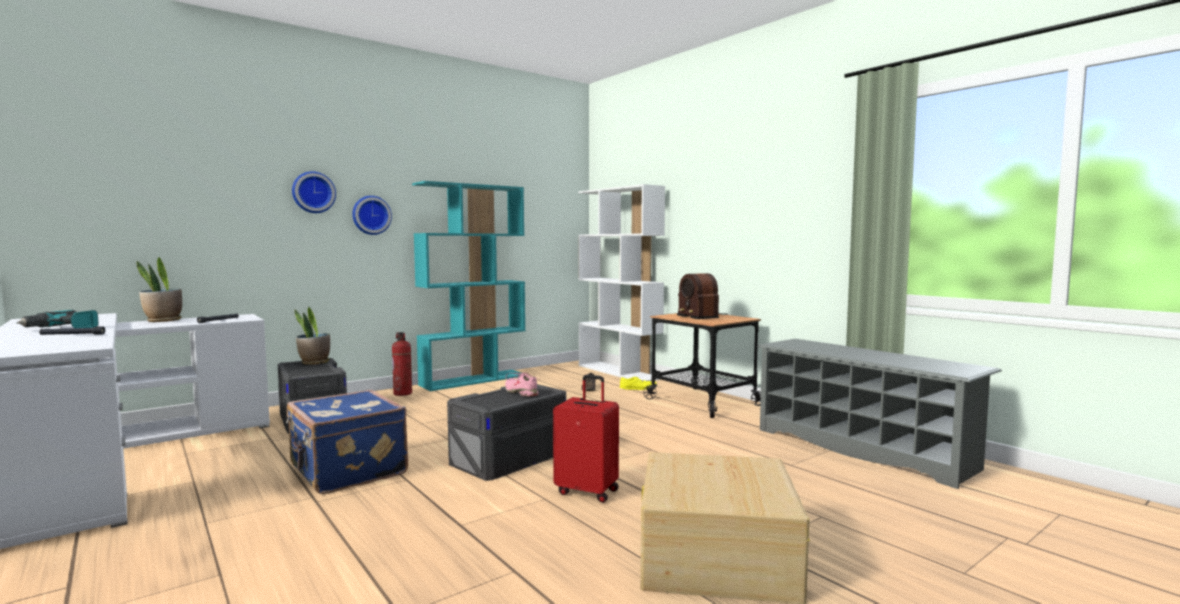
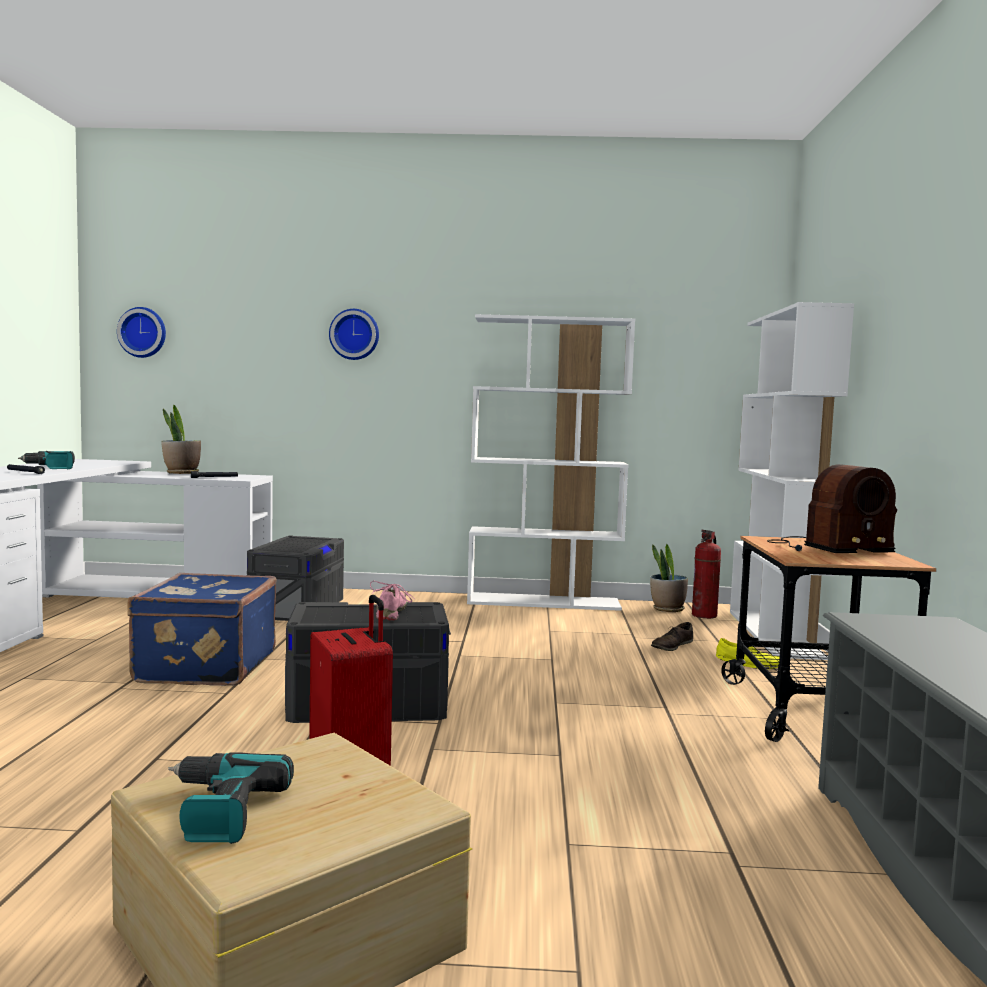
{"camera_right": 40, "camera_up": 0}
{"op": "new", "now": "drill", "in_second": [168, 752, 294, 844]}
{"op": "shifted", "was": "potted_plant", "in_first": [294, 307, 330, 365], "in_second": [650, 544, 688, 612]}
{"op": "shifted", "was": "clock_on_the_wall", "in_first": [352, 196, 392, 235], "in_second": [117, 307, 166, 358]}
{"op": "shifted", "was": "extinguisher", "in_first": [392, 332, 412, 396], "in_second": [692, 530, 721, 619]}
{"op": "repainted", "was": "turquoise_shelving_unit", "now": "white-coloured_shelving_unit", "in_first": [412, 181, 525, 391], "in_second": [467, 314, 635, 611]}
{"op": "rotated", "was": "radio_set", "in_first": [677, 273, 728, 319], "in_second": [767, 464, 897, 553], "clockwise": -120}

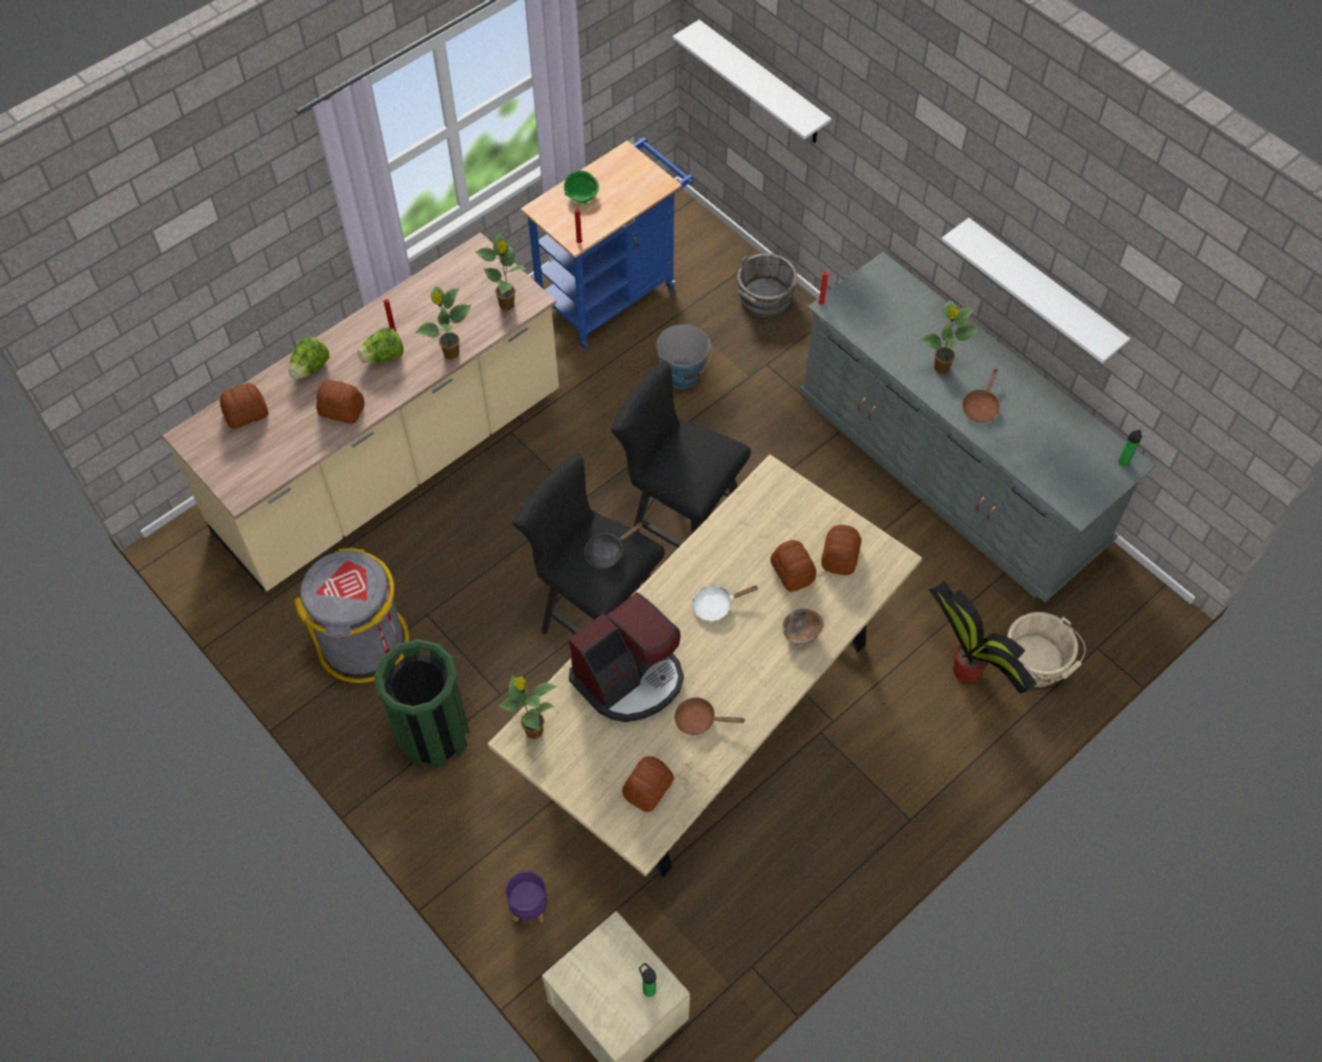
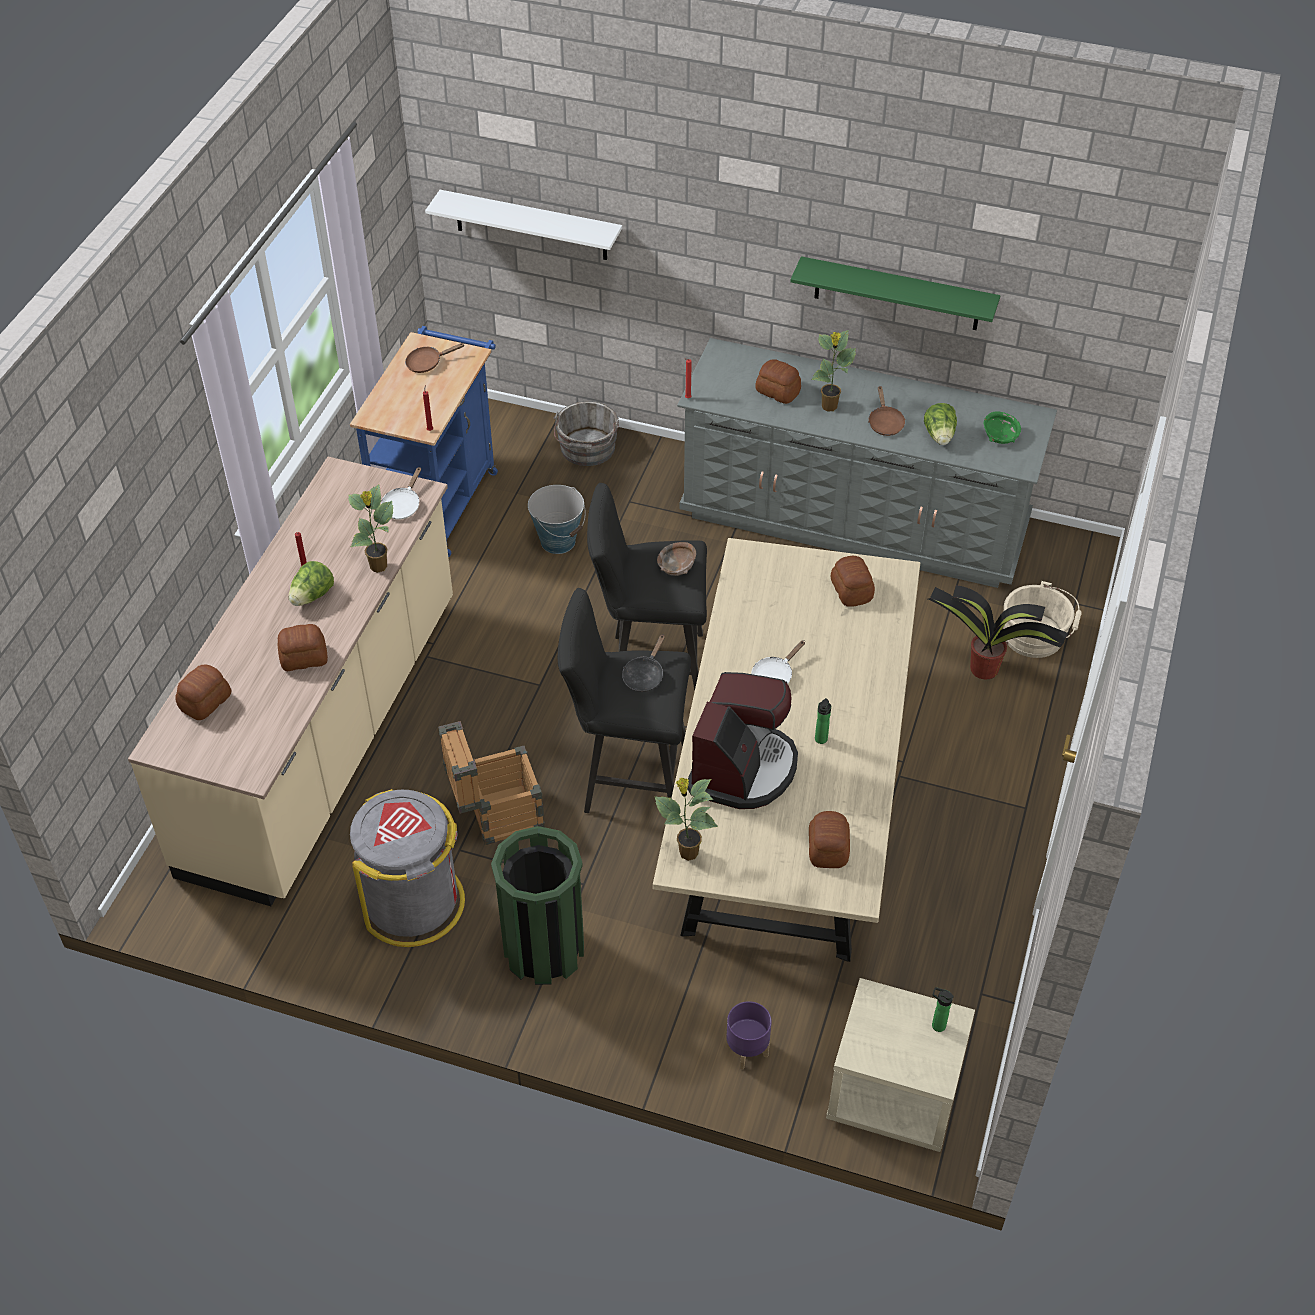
{"camera_right": -30, "camera_up": -10}
{"op": "new", "now": "shipping_crate", "in_second": [438, 721, 545, 845]}
{"op": "shifted", "was": "lettuce", "in_first": [289, 337, 329, 379], "in_second": [924, 403, 957, 445]}
{"op": "shifted", "was": "green_bowl", "in_first": [564, 171, 599, 204], "in_second": [984, 411, 1021, 444]}
{"op": "shifted", "was": "brown-coloured_pan", "in_first": [674, 697, 746, 735], "in_second": [405, 343, 465, 373]}
{"op": "shifted", "was": "bakery_bread", "in_first": [770, 540, 816, 592], "in_second": [755, 359, 801, 404]}
{"op": "shifted", "was": "brown-coloured_bowl", "in_first": [783, 608, 824, 646], "in_second": [657, 542, 696, 576]}
{"op": "shifted", "was": "bottle", "in_first": [1118, 430, 1142, 467], "in_second": [815, 698, 831, 744]}
{"op": "swapped", "was": "potted_plant", "now": "white-coloured_pan", "in_first": [475, 233, 527, 310], "in_second": [381, 467, 421, 520]}
{"op": "repainted", "was": "white-coloured_wall_shelf", "now": "green_wall_shelf", "in_first": [941, 218, 1130, 363], "in_second": [790, 256, 1000, 330]}

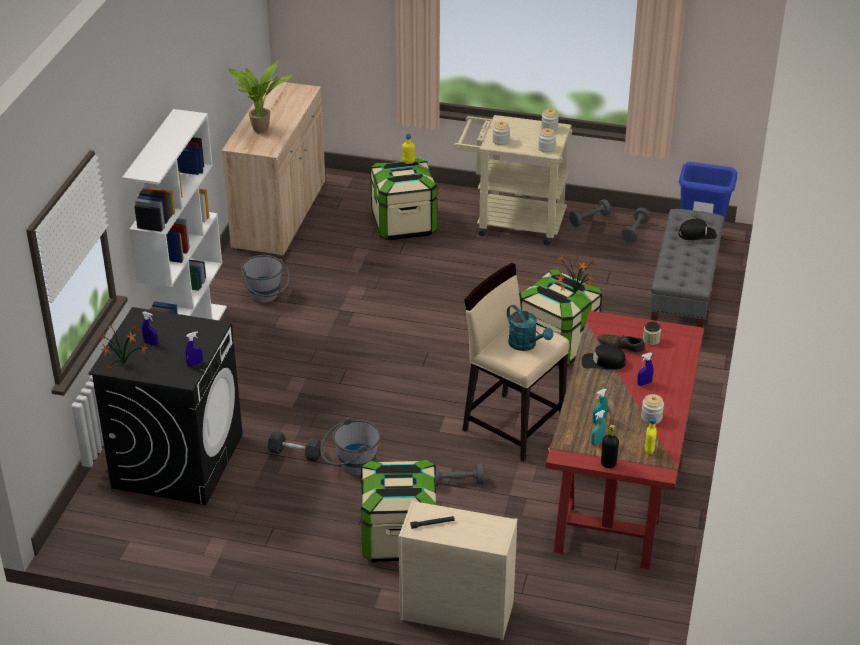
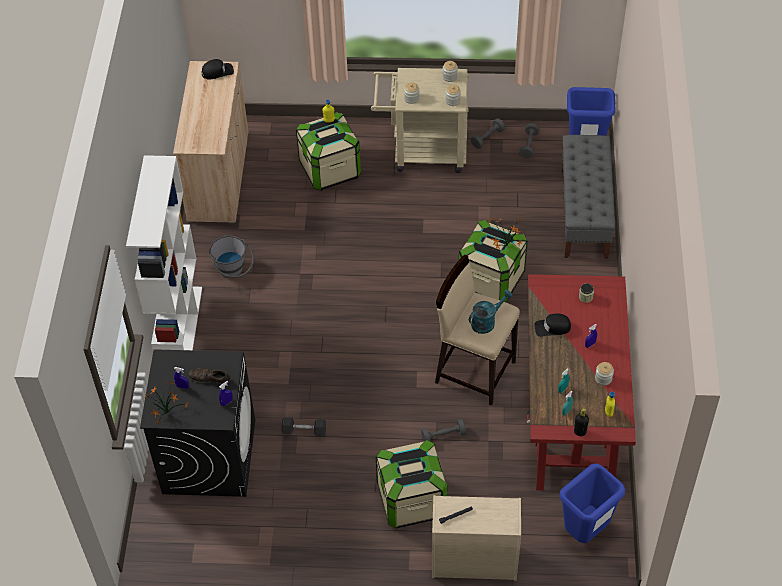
{"camera_right": -10, "camera_up": 15}
{"op": "gone", "was": "potted_plant", "in_first": [228, 60, 293, 133]}
{"op": "gone", "was": "greyish_pail", "in_first": [320, 417, 381, 476]}
{"op": "new", "now": "blue_trash_can", "in_second": [559, 463, 625, 543]}
{"op": "shifted", "was": "brown-coloured_low_shoe", "in_first": [598, 334, 645, 354], "in_second": [188, 368, 230, 384]}
{"op": "shifted", "was": "blackish_peaked_cap", "in_first": [678, 219, 717, 240], "in_second": [202, 59, 234, 80]}
{"op": "rotated", "was": "turquoise_sprinkling_can", "in_first": [507, 305, 553, 351], "in_second": [469, 289, 513, 334], "clockwise": -75}

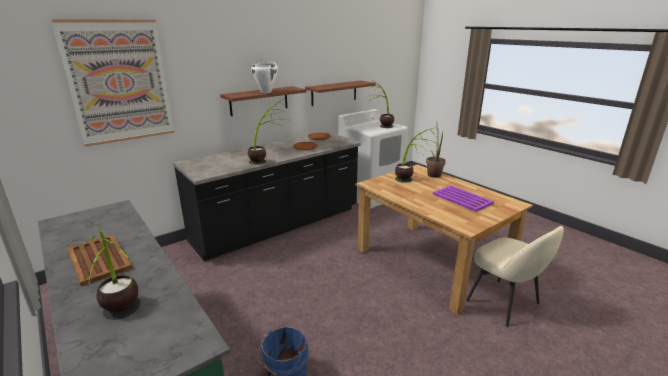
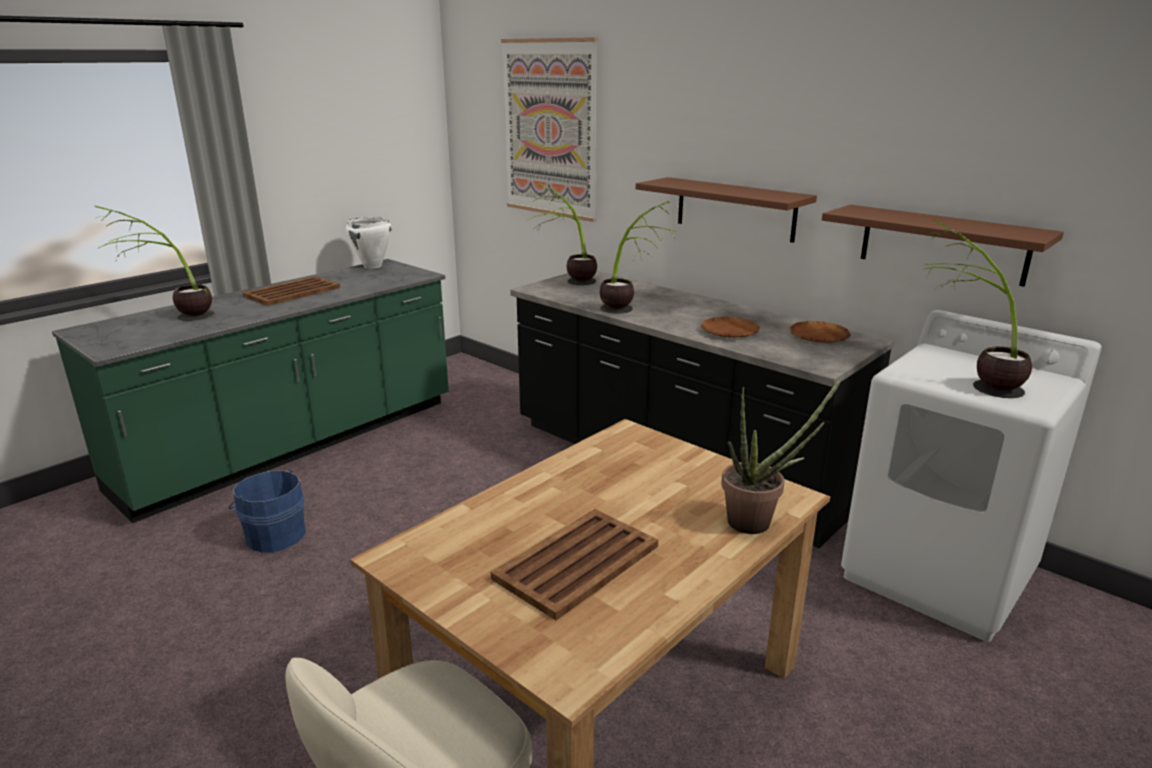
{"camera_right": 80, "camera_up": 0}
{"op": "shifted", "was": "white-coloured_saucepot", "in_first": [251, 62, 278, 93], "in_second": [346, 217, 392, 269]}
{"op": "shifted", "was": "potted_plant", "in_first": [395, 128, 437, 183], "in_second": [528, 183, 597, 285]}
{"op": "repainted", "was": "purple_tray", "now": "brown-coloured_tray", "in_first": [433, 185, 494, 212], "in_second": [491, 509, 658, 620]}

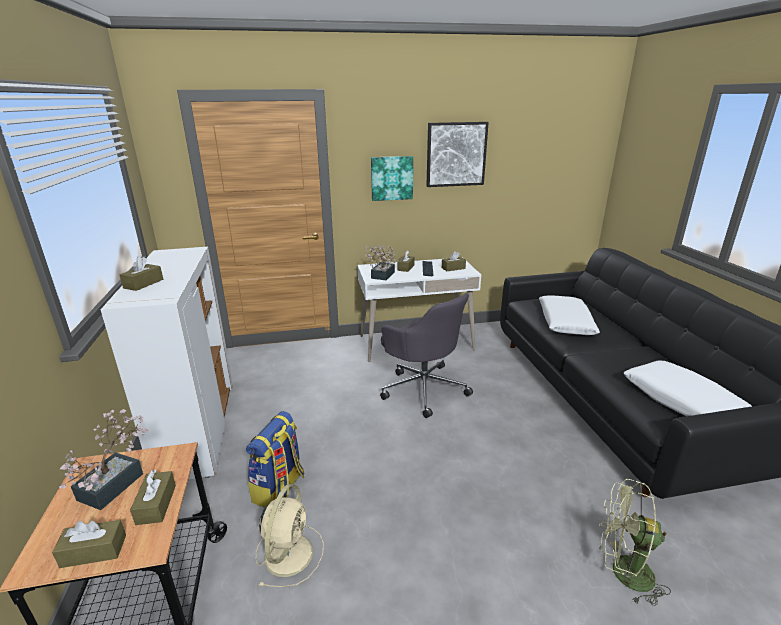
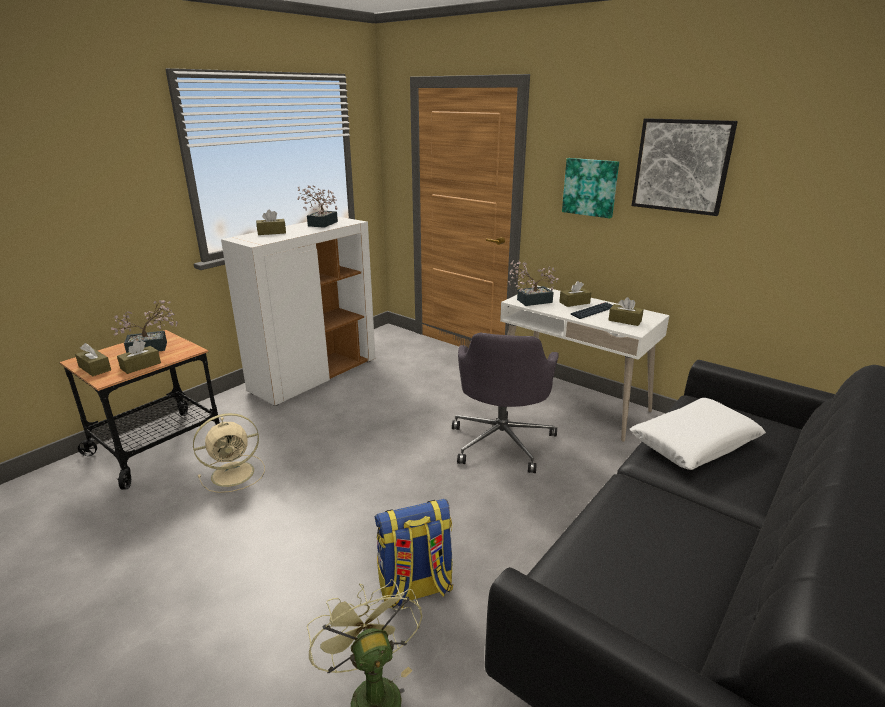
{"camera_right": 50, "camera_up": 0}
{"op": "gone", "was": "white-coloured_pillow", "in_first": [624, 360, 752, 416]}
{"op": "new", "now": "potted_plant", "in_second": [297, 185, 338, 228]}
{"op": "shifted", "was": "rucksack", "in_first": [246, 411, 305, 508], "in_second": [375, 499, 453, 608]}

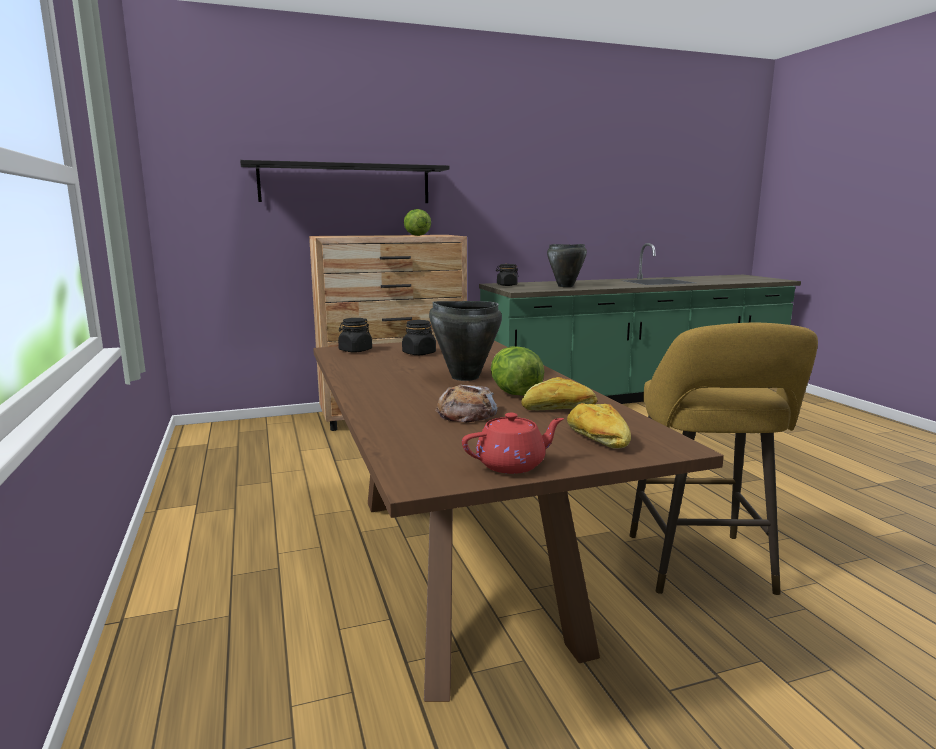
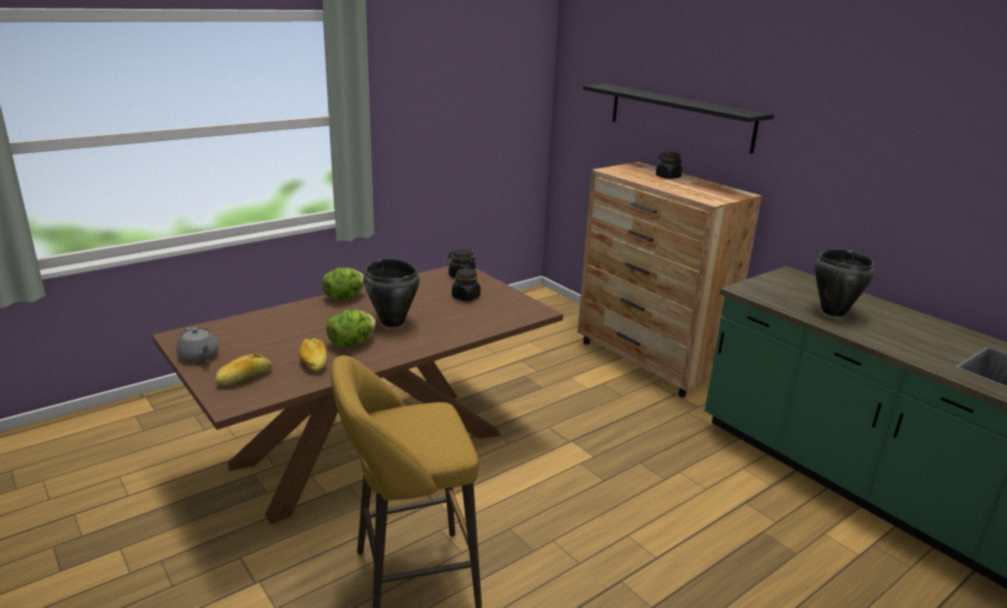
{"camera_right": 70, "camera_up": 10}
{"op": "gone", "was": "bakery_bread", "in_first": [435, 384, 498, 423]}
{"op": "shifted", "was": "lettuce", "in_first": [404, 209, 431, 236], "in_second": [322, 267, 364, 301]}
{"op": "shifted", "was": "blackish_preserve_jar", "in_first": [496, 264, 519, 286], "in_second": [656, 152, 682, 179]}
{"op": "repainted", "was": "red_tea_pot", "now": "greyish_tea_pot", "in_first": [462, 413, 564, 474], "in_second": [176, 327, 218, 362]}

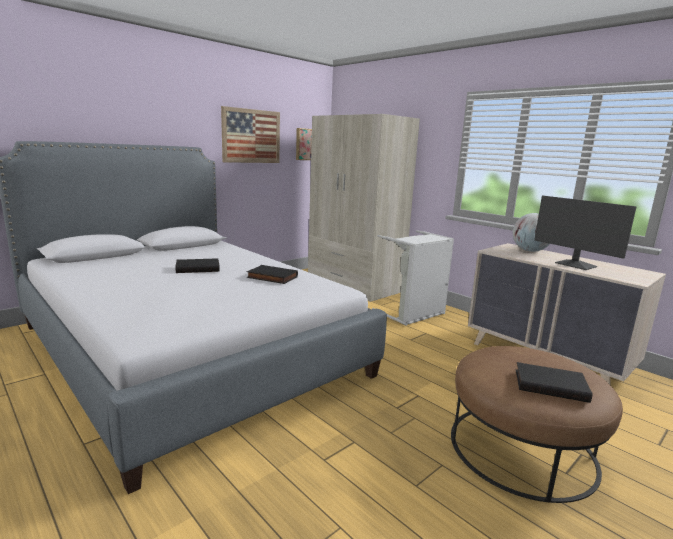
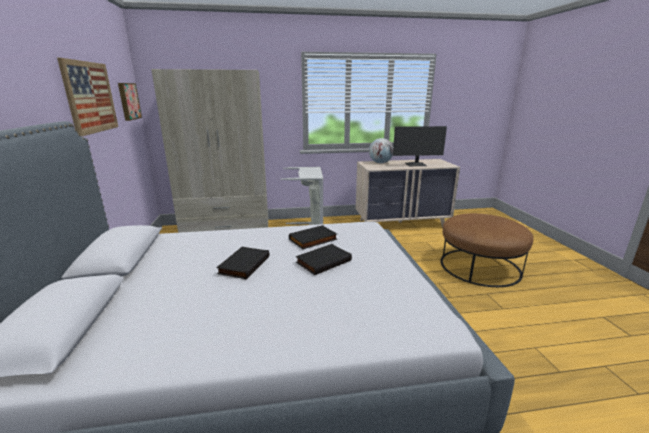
{"camera_right": -55, "camera_up": 5}
{"op": "shifted", "was": "blackish_bound_book", "in_first": [516, 362, 593, 403], "in_second": [296, 244, 352, 275]}

